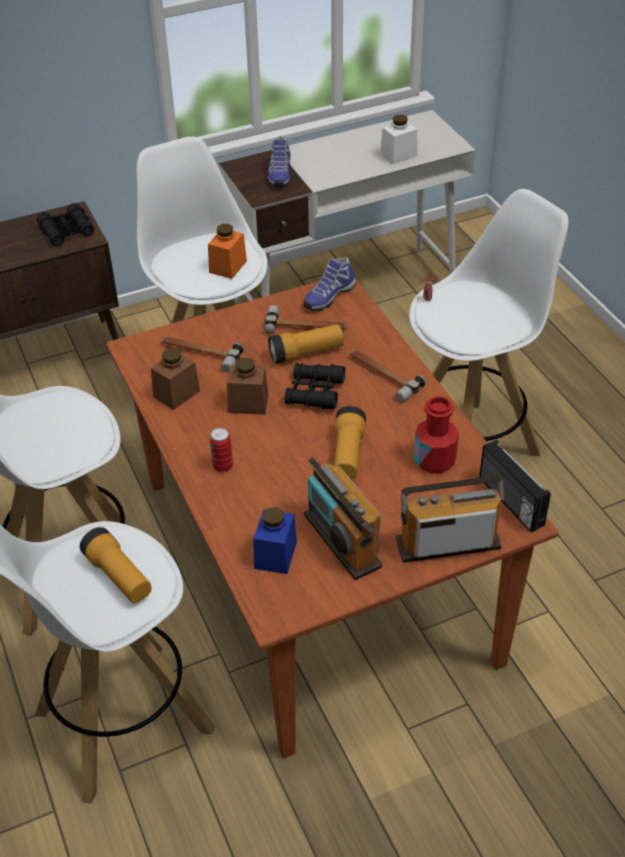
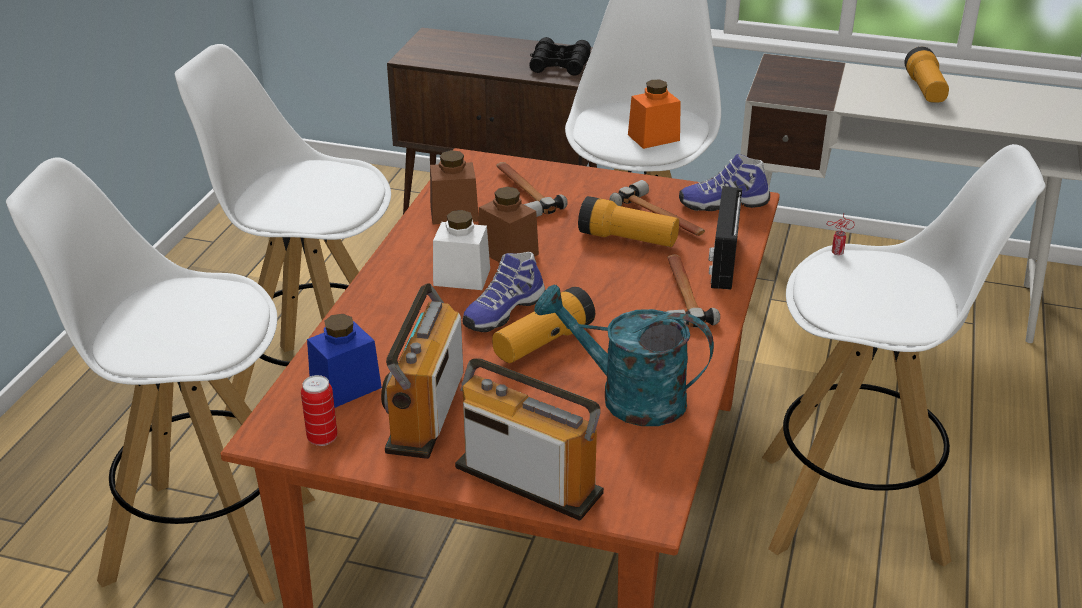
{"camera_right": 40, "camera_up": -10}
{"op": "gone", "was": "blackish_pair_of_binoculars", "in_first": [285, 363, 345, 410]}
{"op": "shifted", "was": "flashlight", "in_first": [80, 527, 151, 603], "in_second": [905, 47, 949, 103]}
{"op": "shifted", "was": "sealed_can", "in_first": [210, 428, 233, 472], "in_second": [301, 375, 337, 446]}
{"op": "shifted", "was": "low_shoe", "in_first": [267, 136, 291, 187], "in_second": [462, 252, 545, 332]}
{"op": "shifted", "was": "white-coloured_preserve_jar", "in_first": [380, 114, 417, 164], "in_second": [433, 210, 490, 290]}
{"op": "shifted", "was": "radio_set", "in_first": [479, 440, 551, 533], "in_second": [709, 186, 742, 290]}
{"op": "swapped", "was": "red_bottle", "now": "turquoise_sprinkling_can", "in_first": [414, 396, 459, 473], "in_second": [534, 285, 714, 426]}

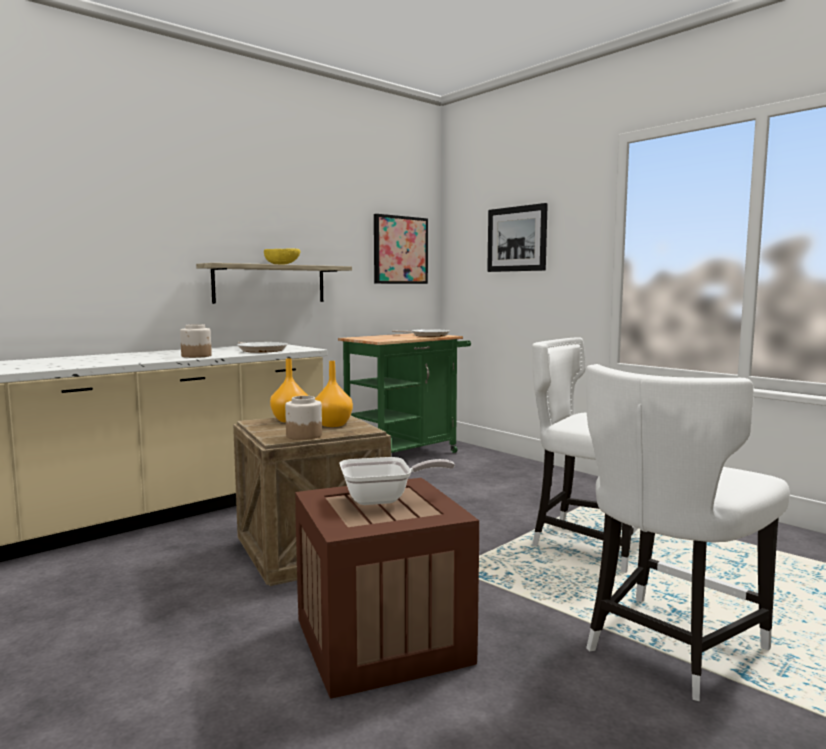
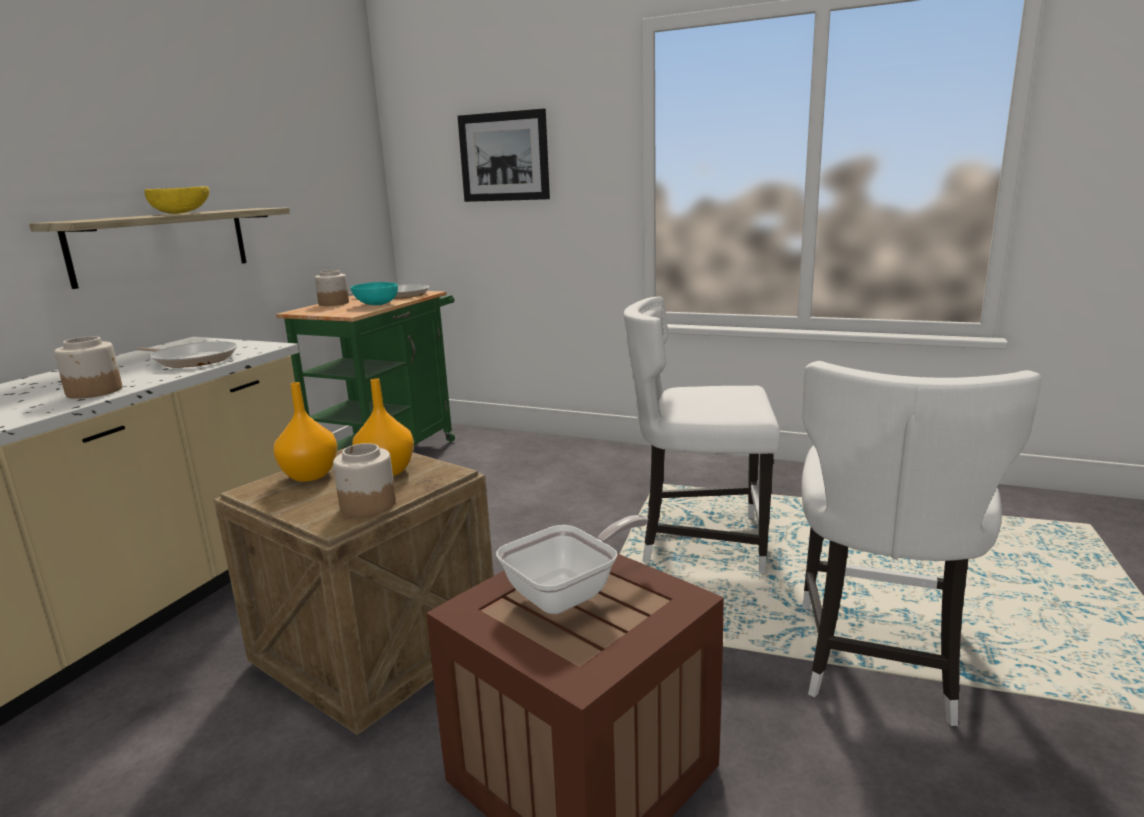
{"camera_right": -25, "camera_up": 10}
{"op": "gone", "was": "picture", "in_first": [374, 214, 428, 284]}
{"op": "new", "now": "preserve_jar", "in_second": [315, 270, 349, 306]}
{"op": "new", "now": "turquoise_bowl", "in_second": [351, 282, 398, 305]}

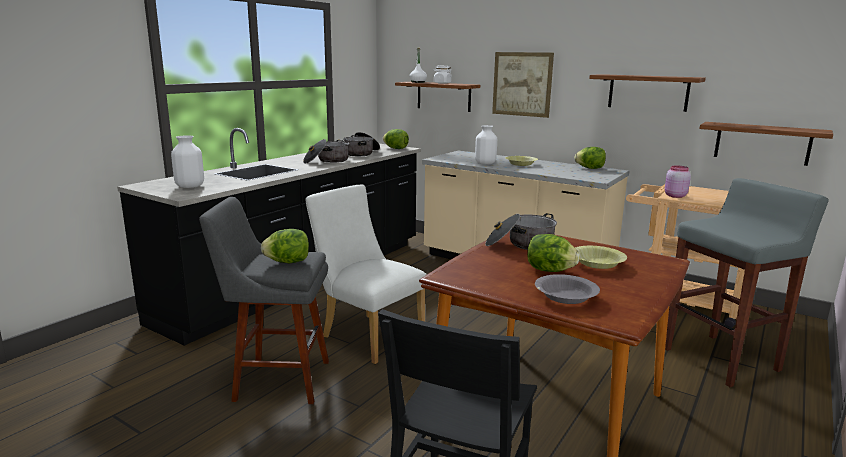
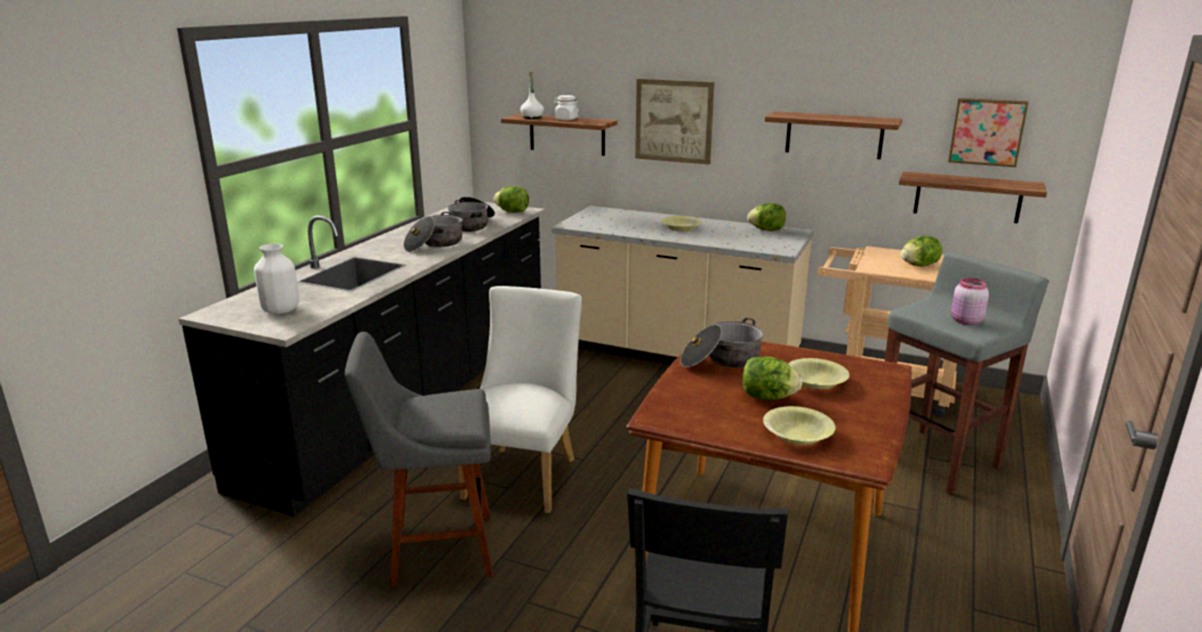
{"camera_right": -10, "camera_up": 5}
{"op": "gone", "was": "white-coloured_flower_vase", "in_first": [475, 125, 497, 165]}
{"op": "new", "now": "picture", "in_second": [948, 98, 1029, 167]}
{"op": "shifted", "was": "lettuce", "in_first": [261, 229, 309, 263], "in_second": [901, 236, 942, 266]}
{"op": "shifted", "was": "pink-coloured_preserve_jar", "in_first": [665, 165, 691, 198], "in_second": [951, 278, 989, 325]}
{"op": "repainted", "was": "greyish_bowl", "now": "yellow-coloured_bowl", "in_first": [535, 274, 600, 304], "in_second": [763, 406, 836, 445]}
{"op": "rotated", "was": "white-coloured_upright_chair", "in_first": [306, 185, 427, 364], "in_second": [458, 286, 582, 513], "clockwise": 75}

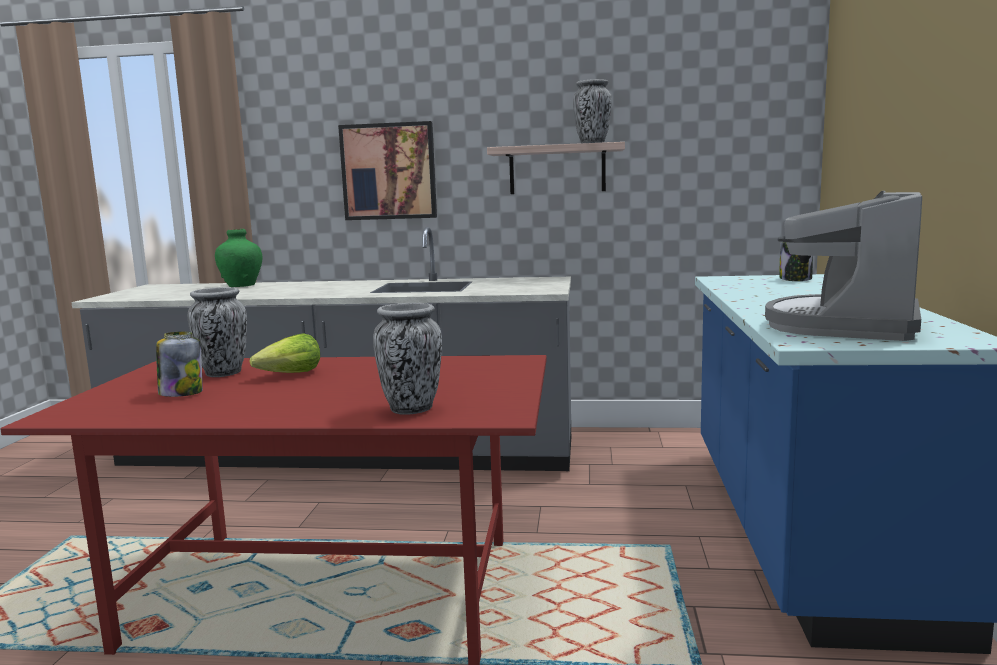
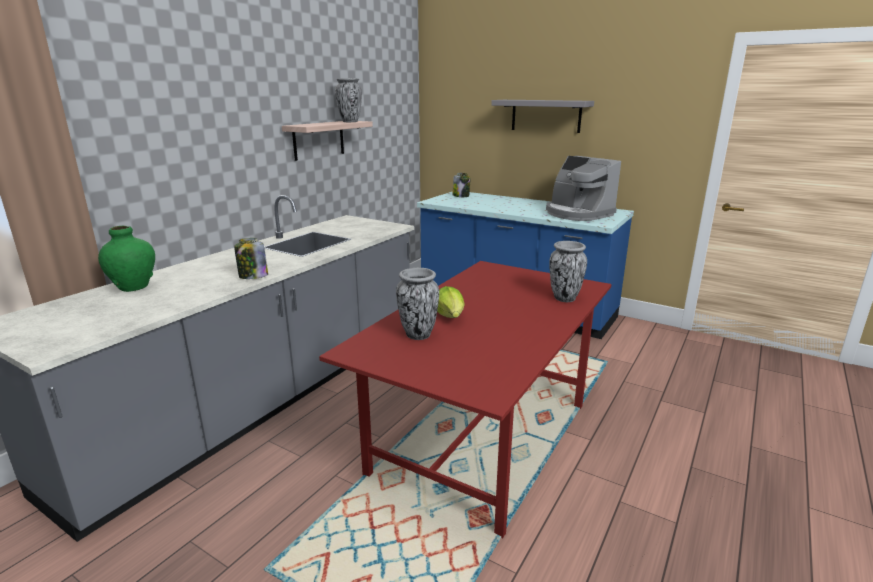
{"camera_right": -65, "camera_up": 10}
{"op": "gone", "was": "picture", "in_first": [338, 121, 437, 220]}
{"op": "new", "now": "greyish_wall_shelf", "in_second": [491, 100, 594, 133]}
{"op": "shifted", "was": "preserve_jar", "in_first": [156, 332, 203, 397], "in_second": [234, 238, 268, 279]}

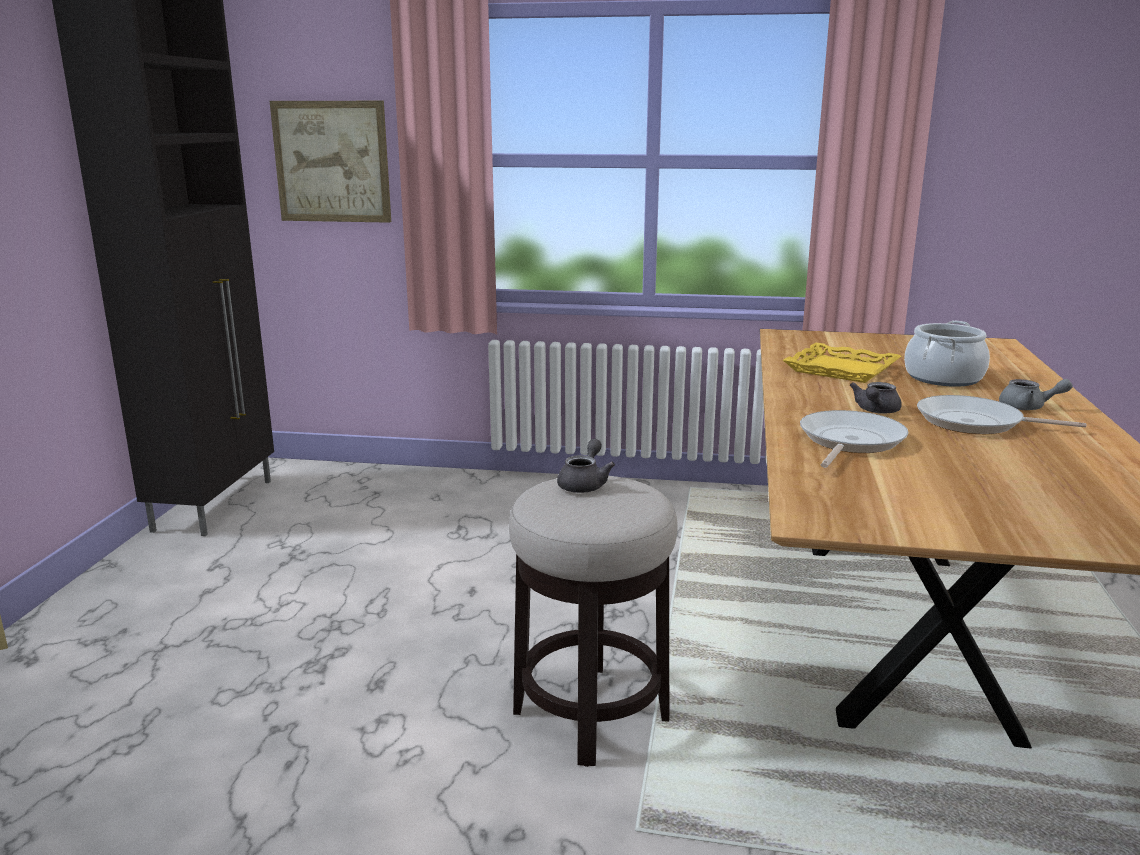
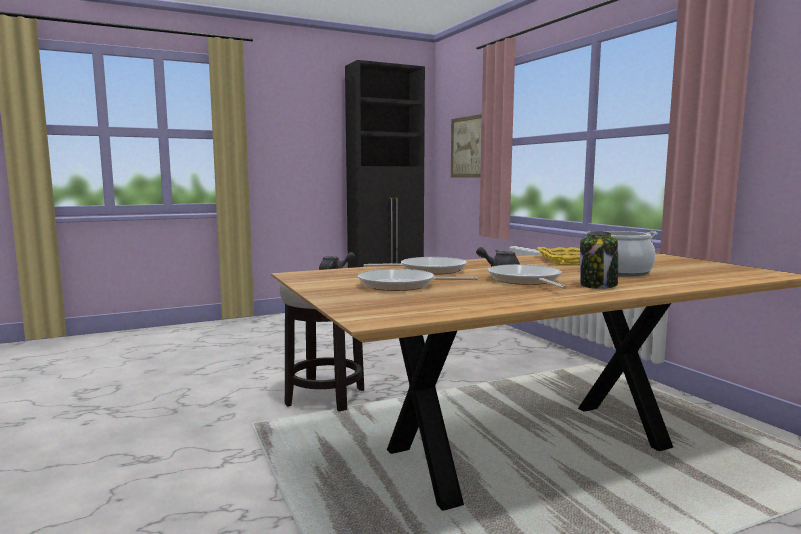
{"camera_right": 55, "camera_up": -10}
{"op": "new", "now": "pan", "in_second": [358, 269, 478, 291]}
{"op": "swapped", "was": "greyish_tea_pot", "now": "preserve_jar", "in_first": [999, 379, 1073, 410], "in_second": [580, 231, 618, 289]}

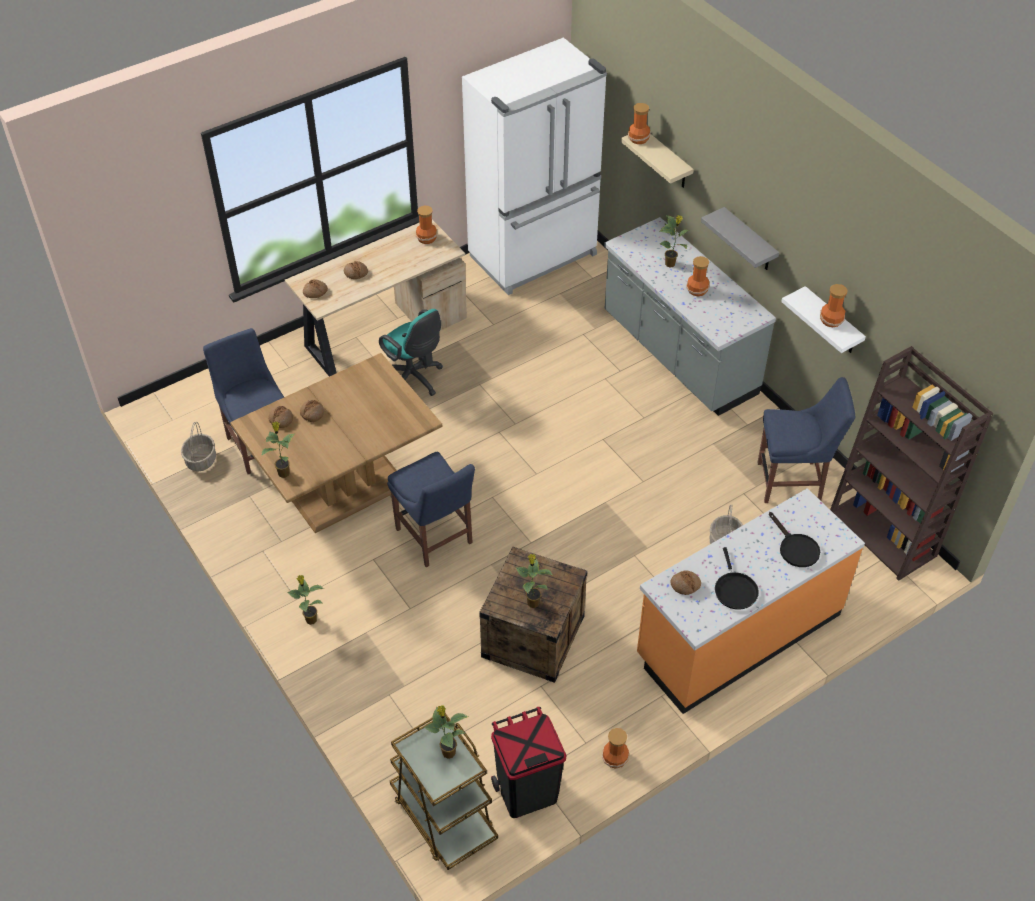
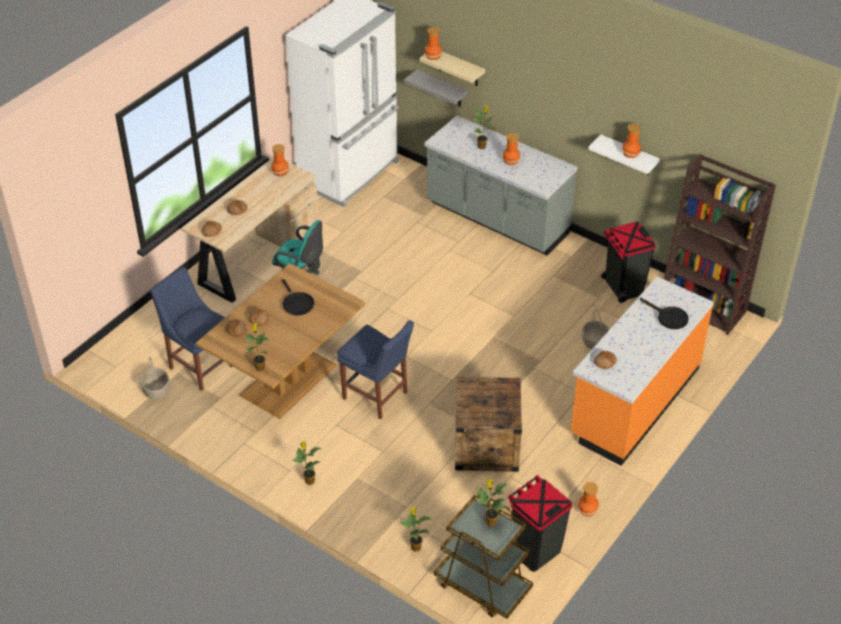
{"camera_right": -20, "camera_up": -5}
{"op": "shifted", "was": "potted_plant", "in_first": [516, 554, 552, 608], "in_second": [400, 507, 431, 552]}
{"op": "shifted", "was": "greyish_wall_shelf", "in_first": [701, 207, 779, 270], "in_second": [404, 70, 468, 107]}
{"op": "shifted", "was": "blackish_pan", "in_first": [715, 547, 759, 610], "in_second": [282, 279, 314, 315]}
{"op": "swapped", "was": "blue_upright_chair", "now": "blackish_trash_can", "in_first": [757, 377, 855, 503], "in_second": [601, 222, 656, 303]}

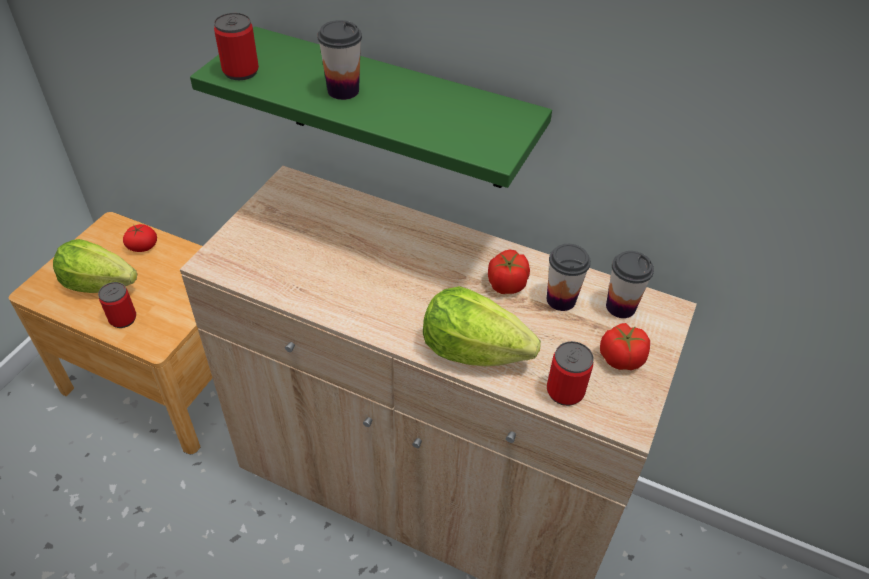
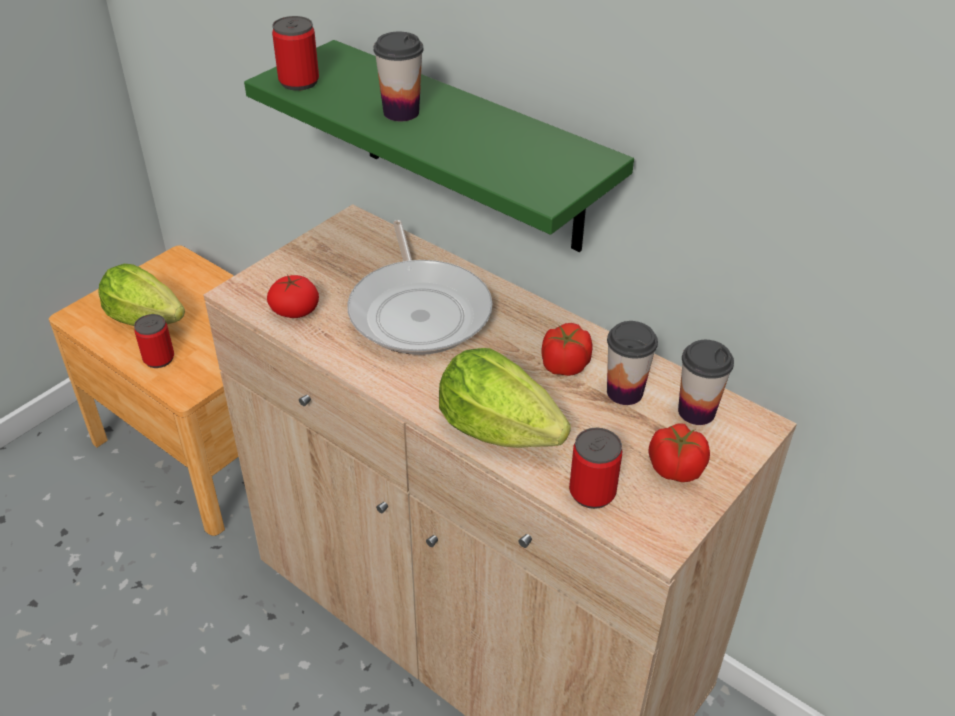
{"camera_right": 15, "camera_up": -5}
{"op": "new", "now": "pan", "in_second": [347, 220, 493, 355]}
{"op": "shifted", "was": "tomato", "in_first": [123, 224, 157, 252], "in_second": [267, 274, 319, 318]}

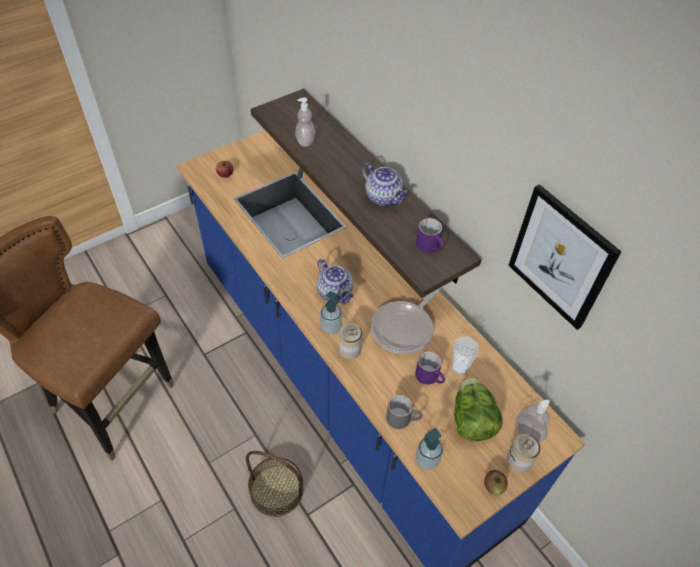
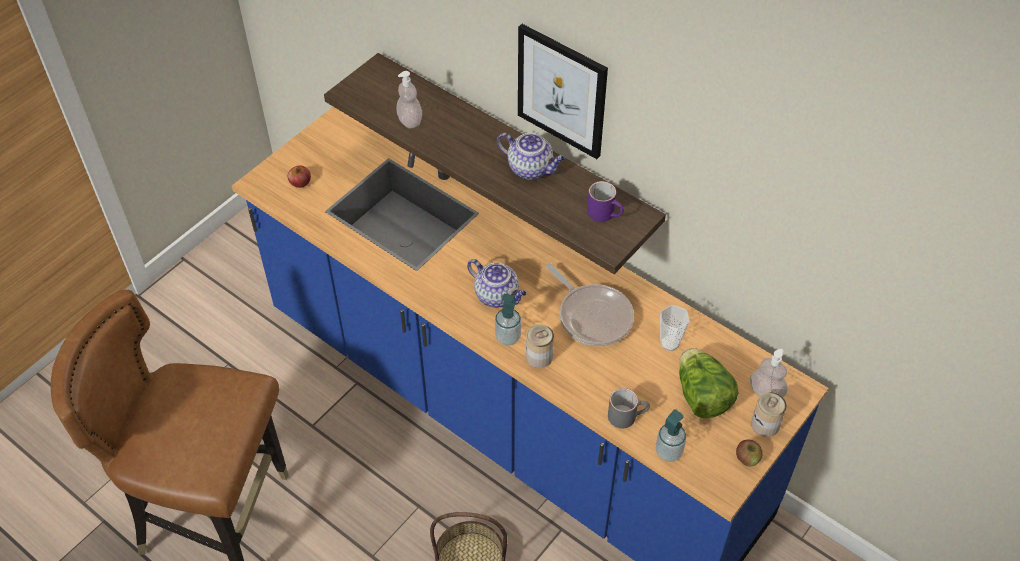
{"camera_right": -15, "camera_up": 0}
{"op": "gone", "was": "purple_tea_mug", "in_first": [415, 351, 445, 385]}
{"op": "shifted", "was": "picture", "in_first": [508, 184, 621, 330], "in_second": [518, 24, 608, 159]}
{"op": "rotated", "was": "pan", "in_first": [371, 288, 441, 354], "in_second": [546, 263, 634, 346], "clockwise": -60}

